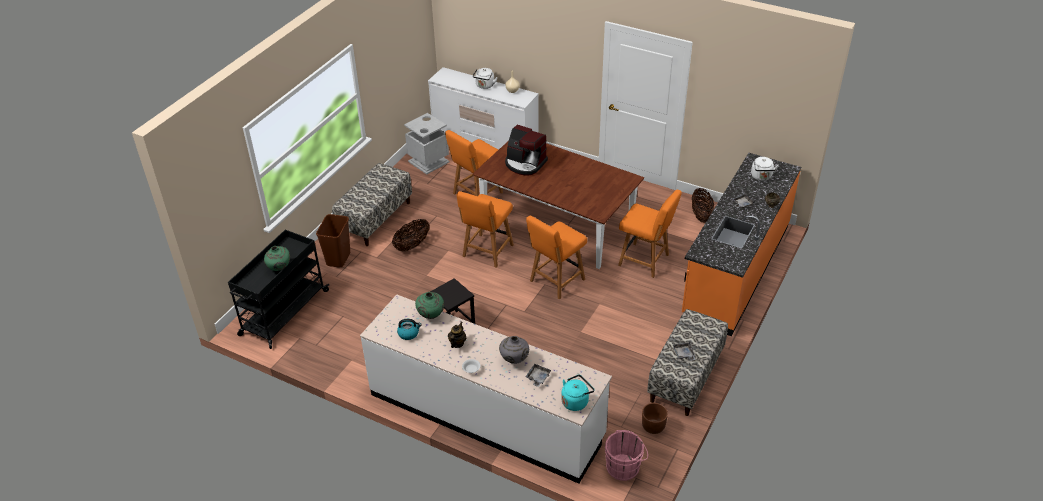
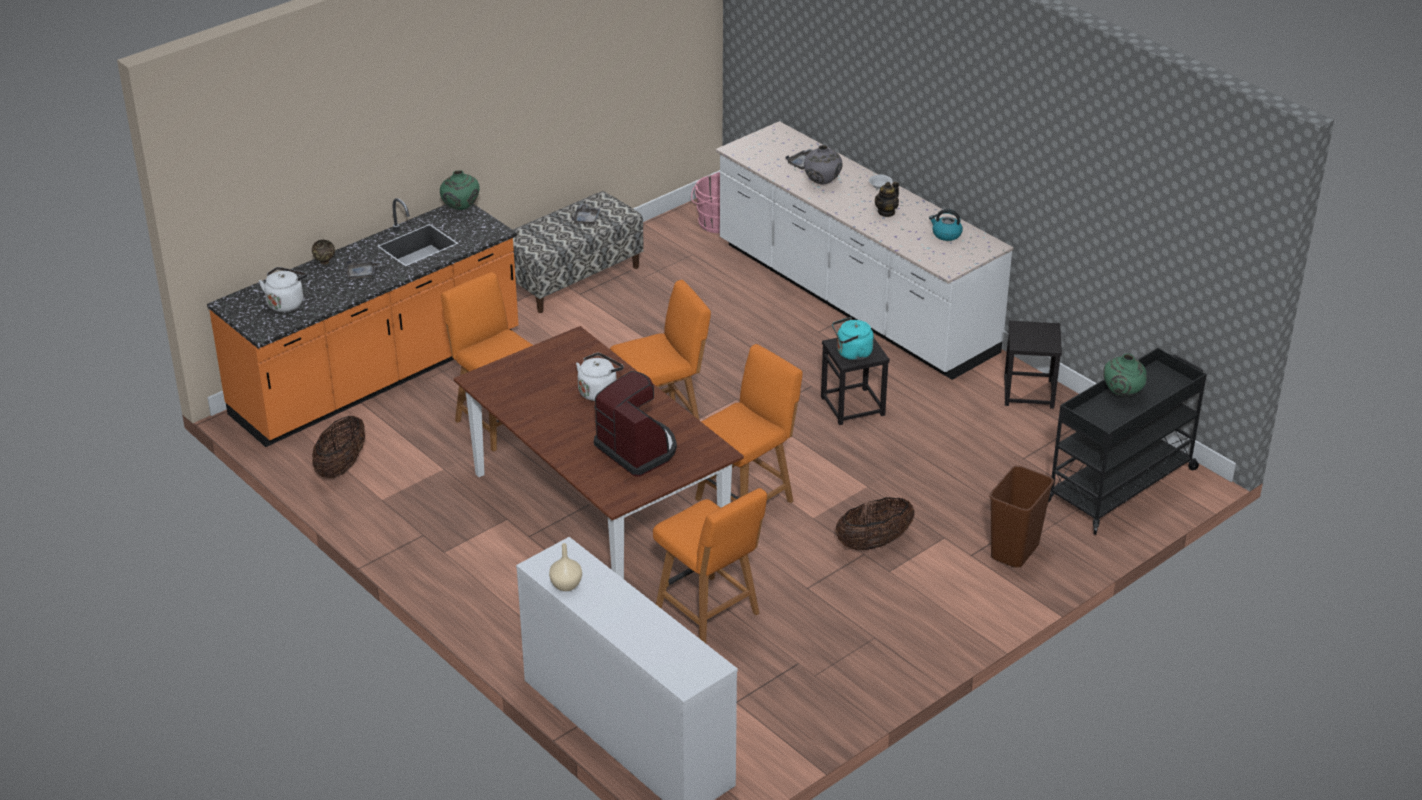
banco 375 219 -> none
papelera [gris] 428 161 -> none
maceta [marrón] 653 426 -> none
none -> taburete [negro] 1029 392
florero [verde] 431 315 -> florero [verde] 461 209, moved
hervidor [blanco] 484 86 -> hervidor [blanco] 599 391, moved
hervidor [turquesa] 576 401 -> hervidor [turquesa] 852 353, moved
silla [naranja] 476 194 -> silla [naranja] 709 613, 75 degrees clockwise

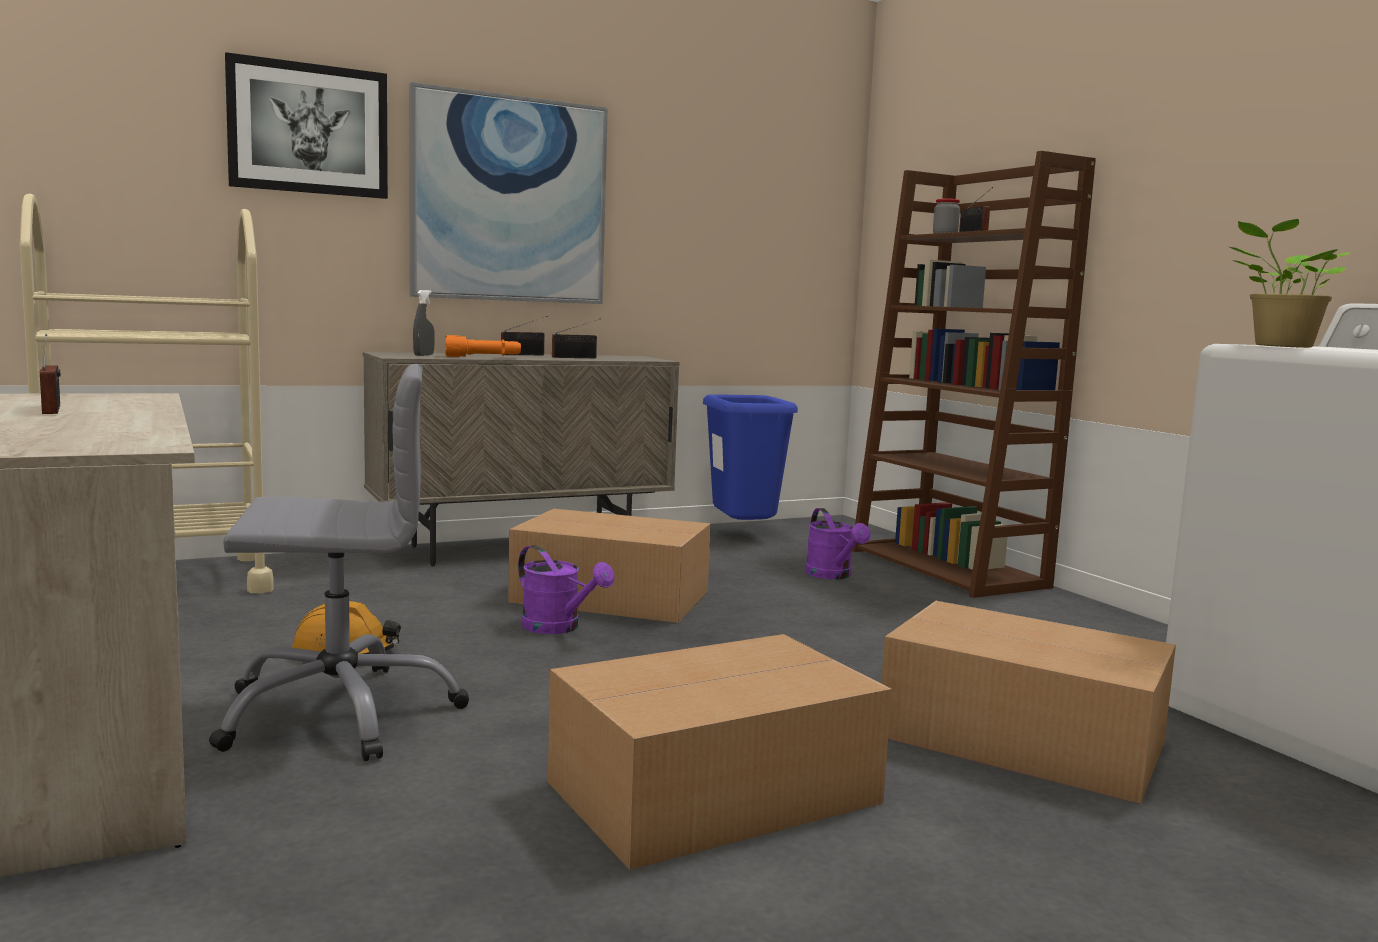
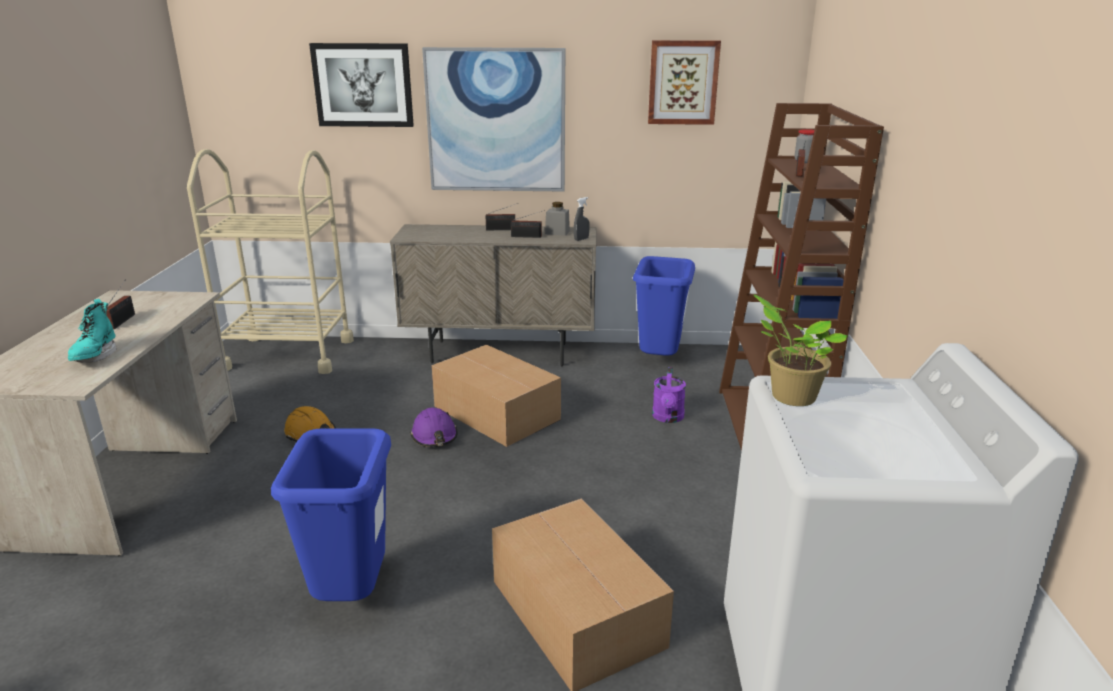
silla de oficina [gris] 339 712 -> none
linterna [naranja] 483 357 -> none
none -> bota [turquesa] 95 356
none -> tarro [gris] 557 232
none -> cuadro 683 82
pulverizador [gris] 423 355 -> pulverizador [gris] 581 239, moved
regadera [morado] 559 628 -> casco [morado] 434 436
caja de cartón 709 792 -> papelera [azul] 352 596

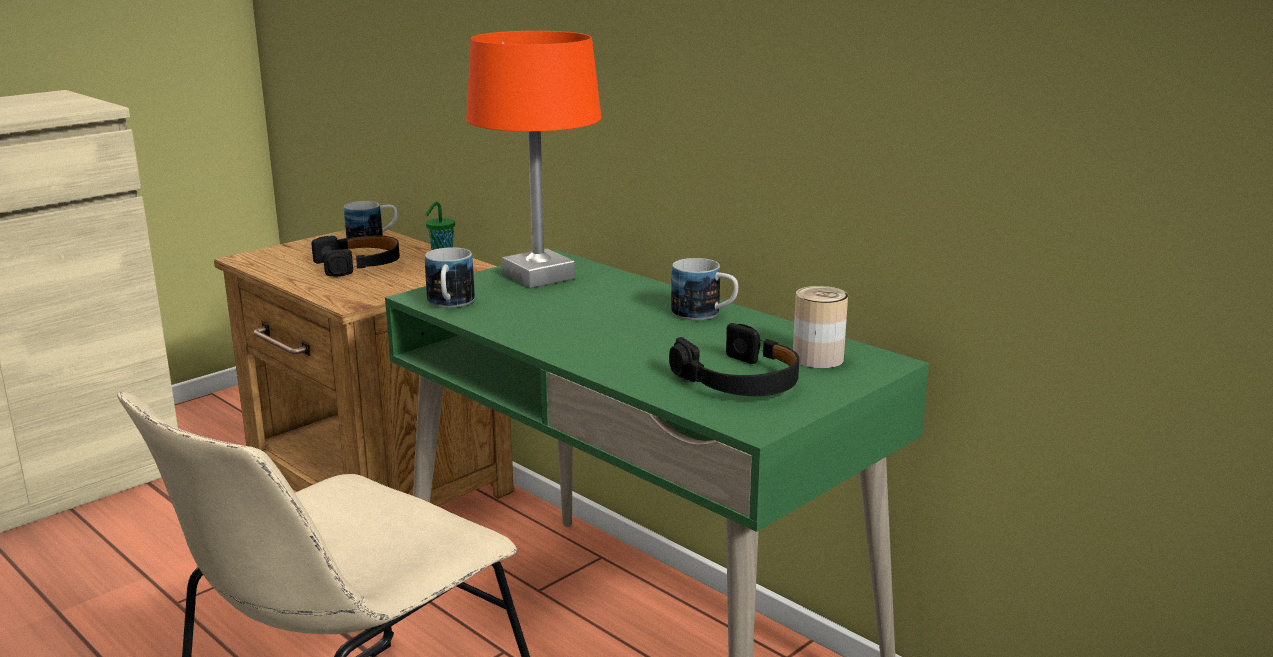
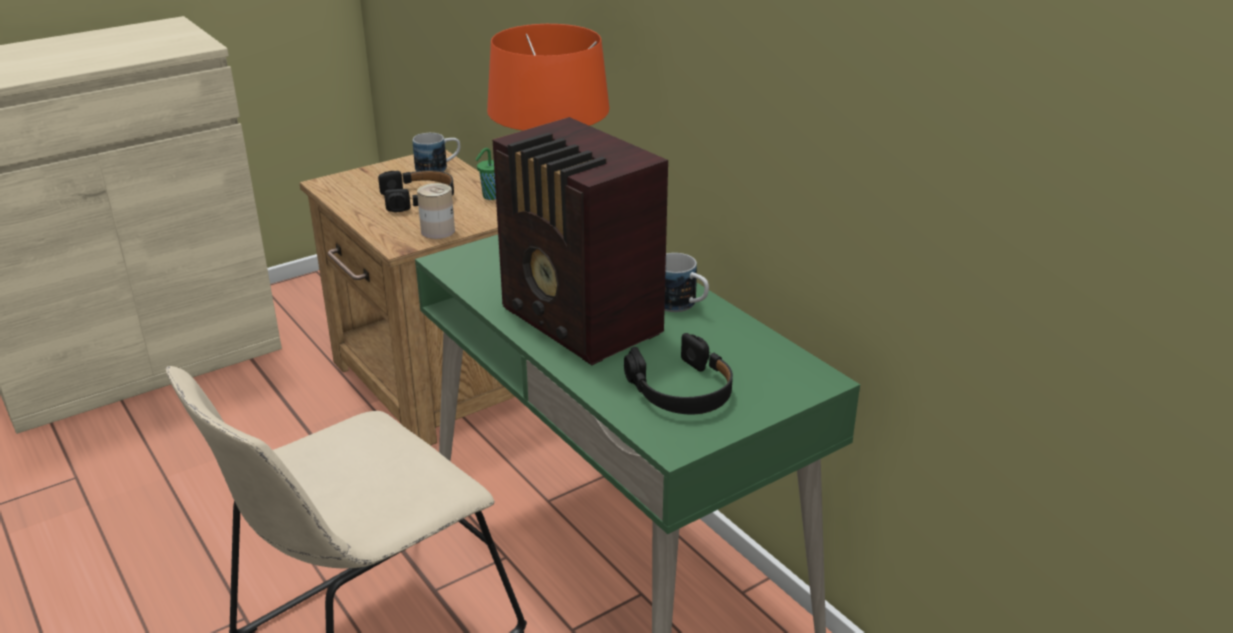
taza grande 449 304 -> none
none -> radio 581 323
lata 818 358 -> lata 438 231, moved

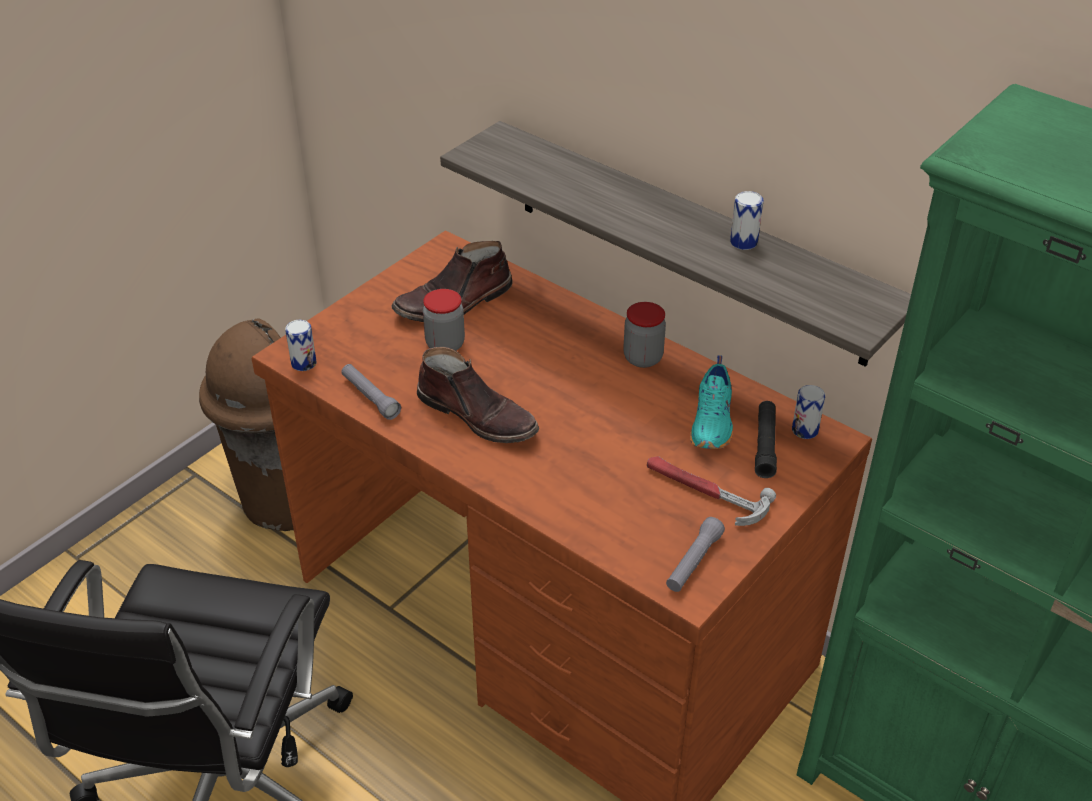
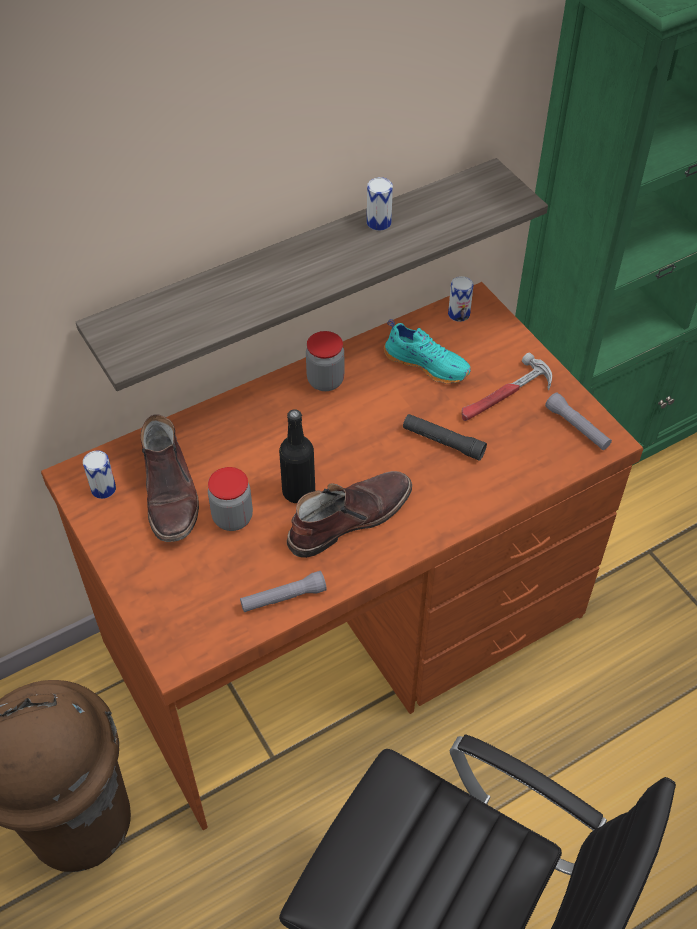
none -> botella [negro] 298 491
lata 304 363 -> lata 103 489, moved
linterna [negro] 765 445 -> linterna [negro] 443 442, moved

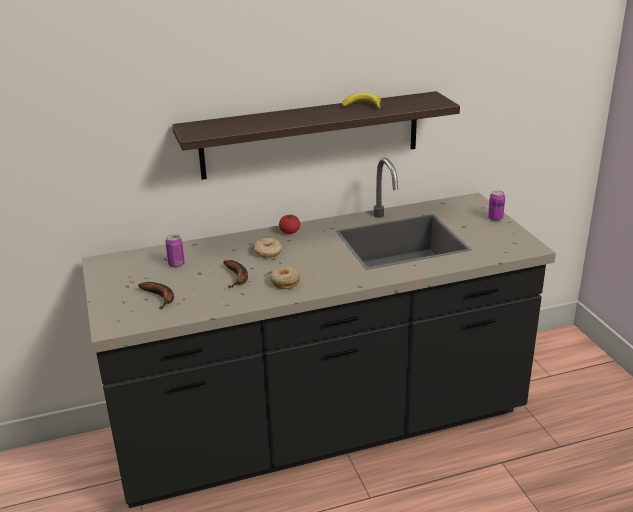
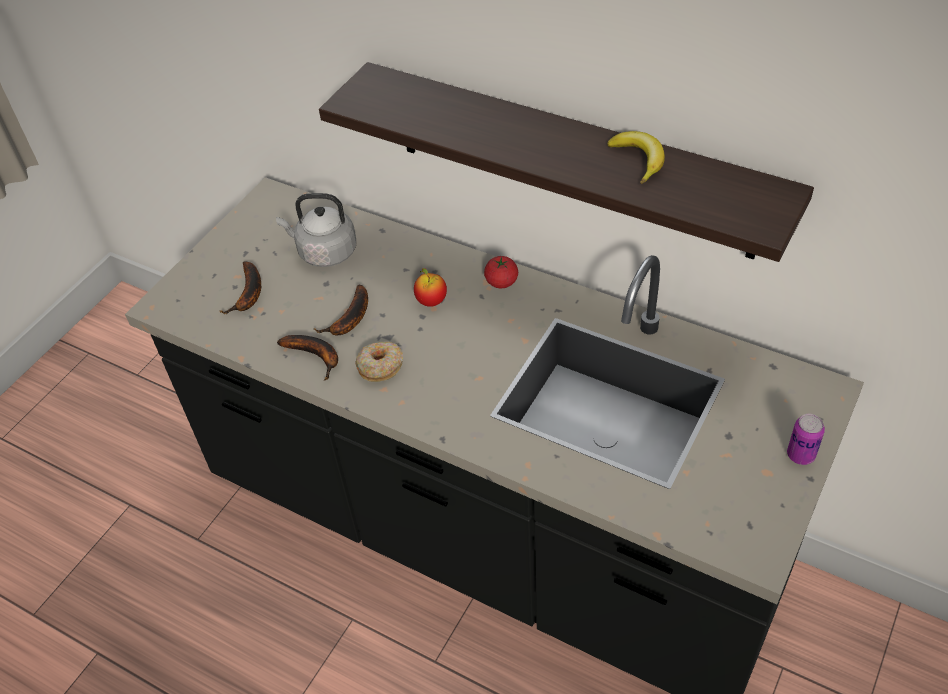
none -> plátano 316 356
lata 176 264 -> hervidor [gris] 324 252
rosquilla 268 252 -> manzana 431 301

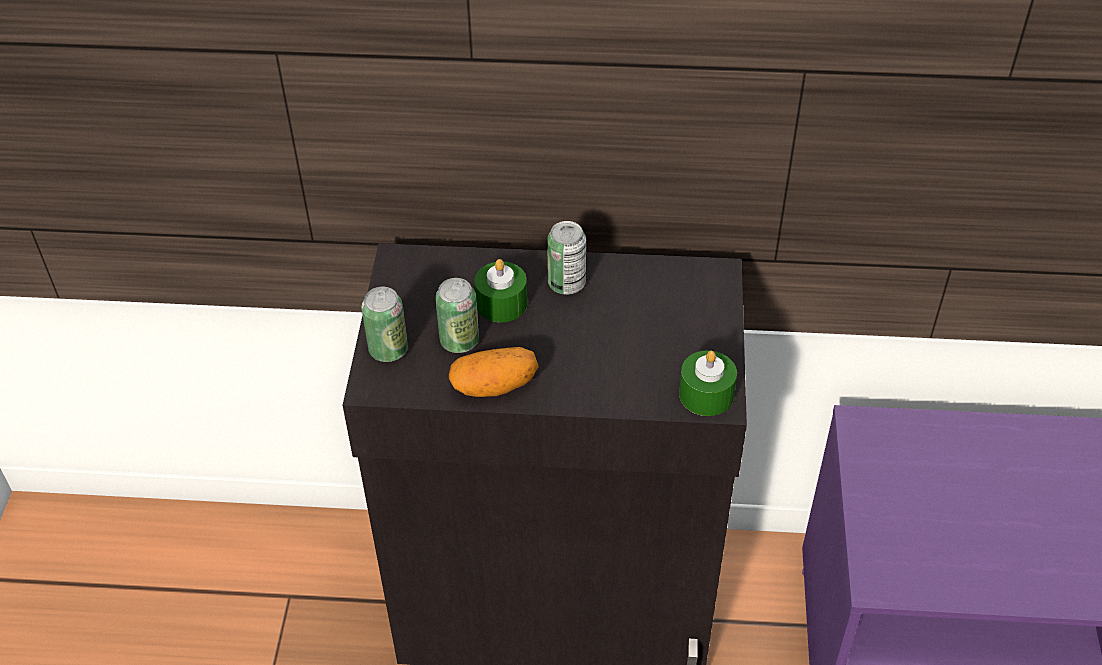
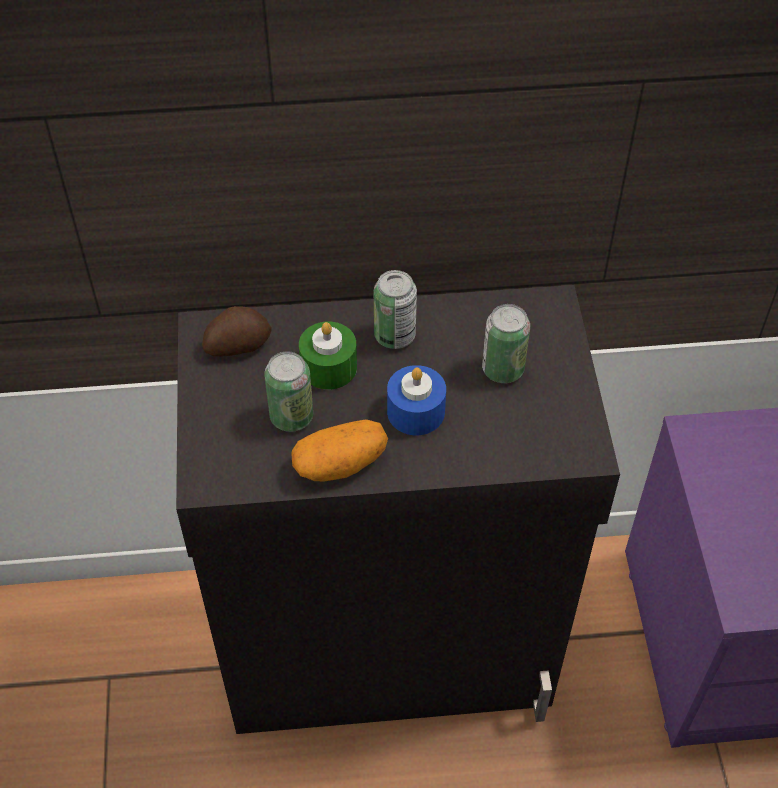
vela [verde] 706 394 -> none
none -> patata 237 344
none -> vela [azul] 416 411
lata 388 350 -> lata 503 369, moved

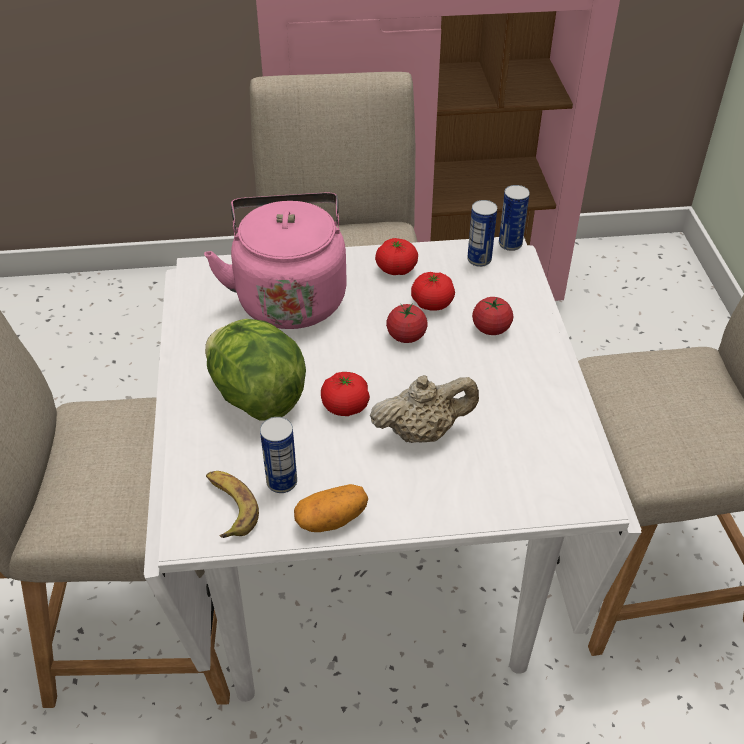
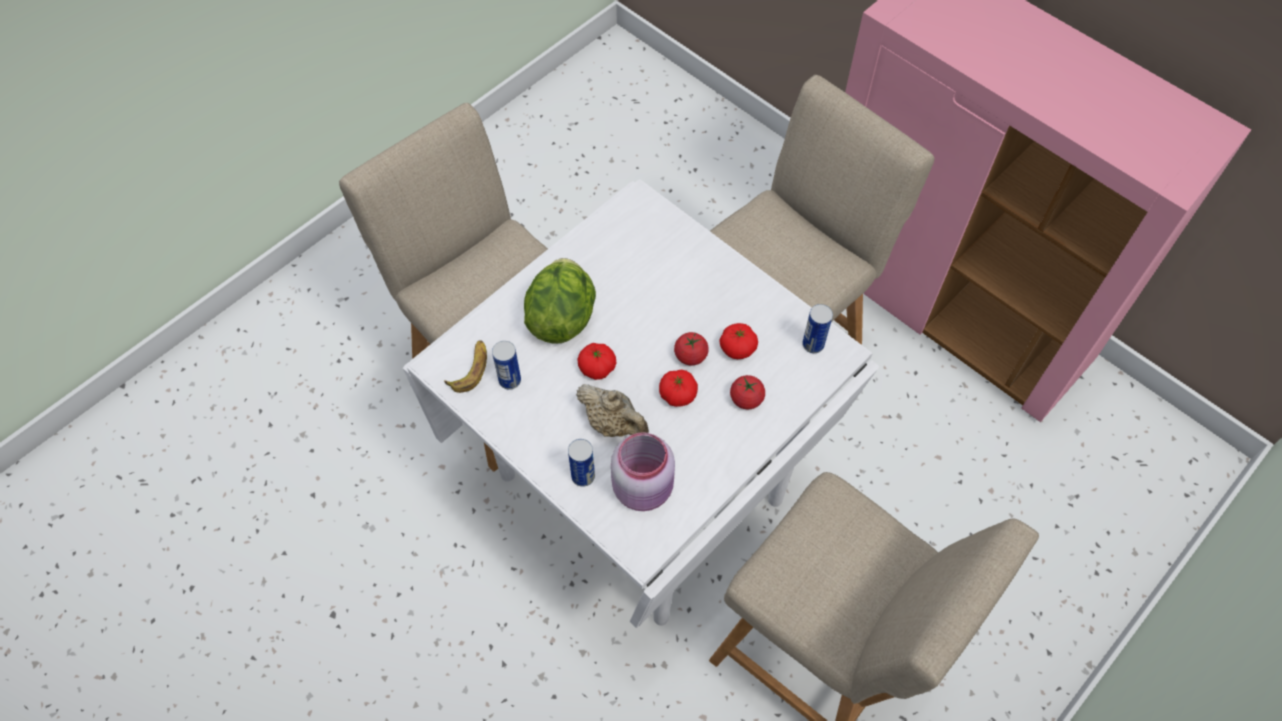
hervidor [rosa] 290 297 -> none
patata 331 519 -> none
none -> tarro [rosa] 644 488
tomate 396 269 -> tomate 677 394, moved
lata 510 244 -> lata 583 476, moved

